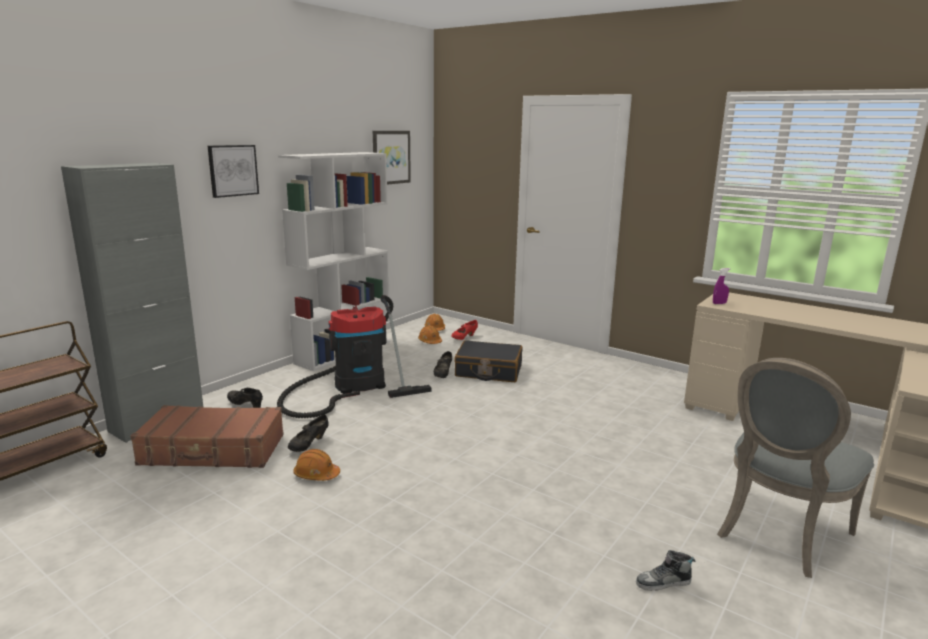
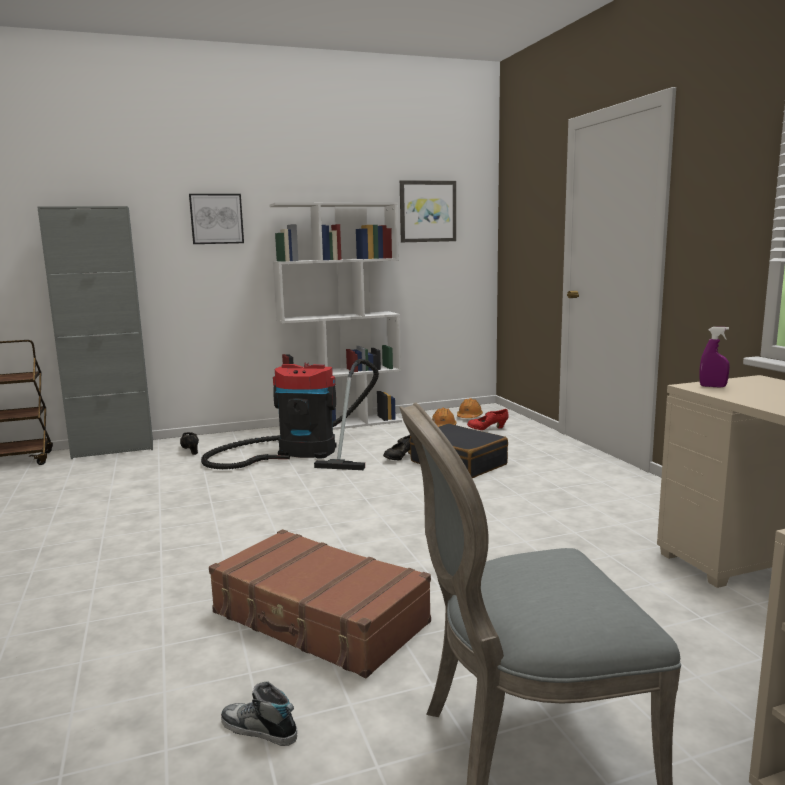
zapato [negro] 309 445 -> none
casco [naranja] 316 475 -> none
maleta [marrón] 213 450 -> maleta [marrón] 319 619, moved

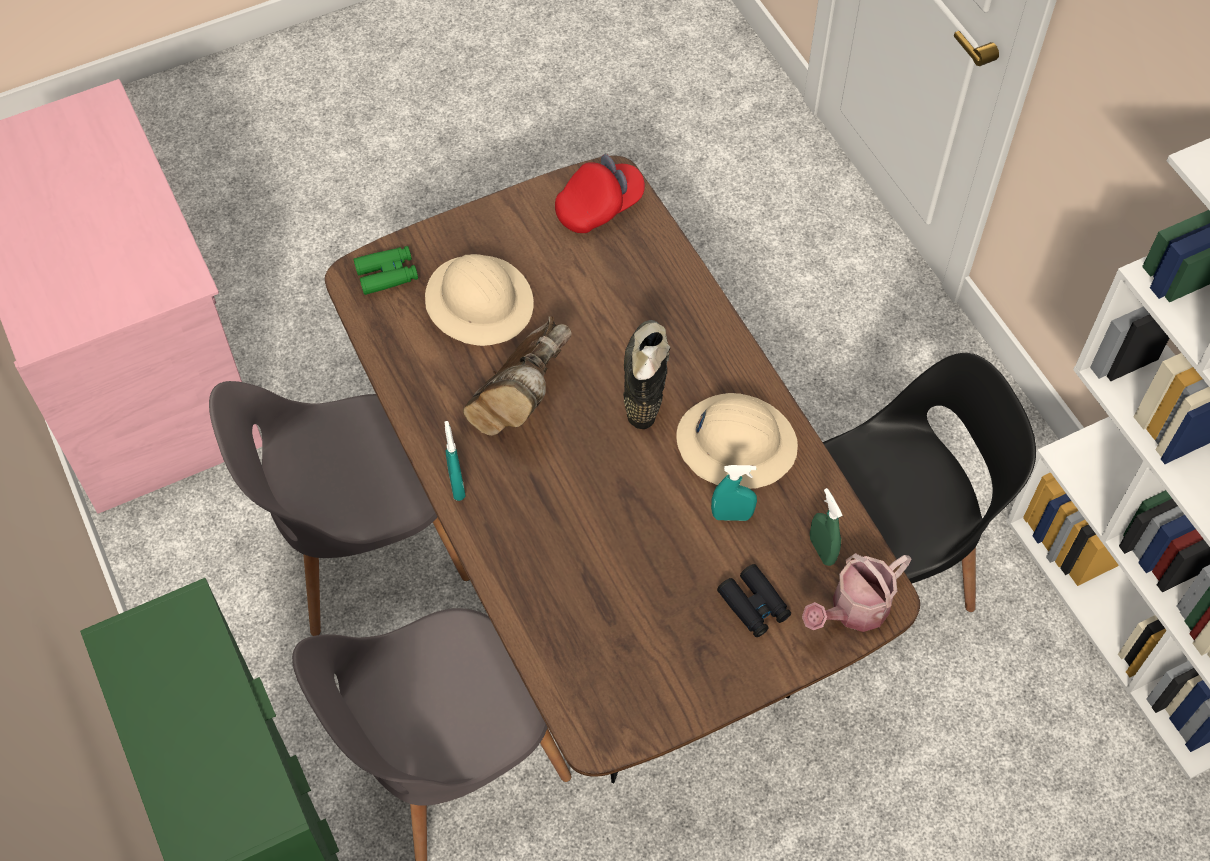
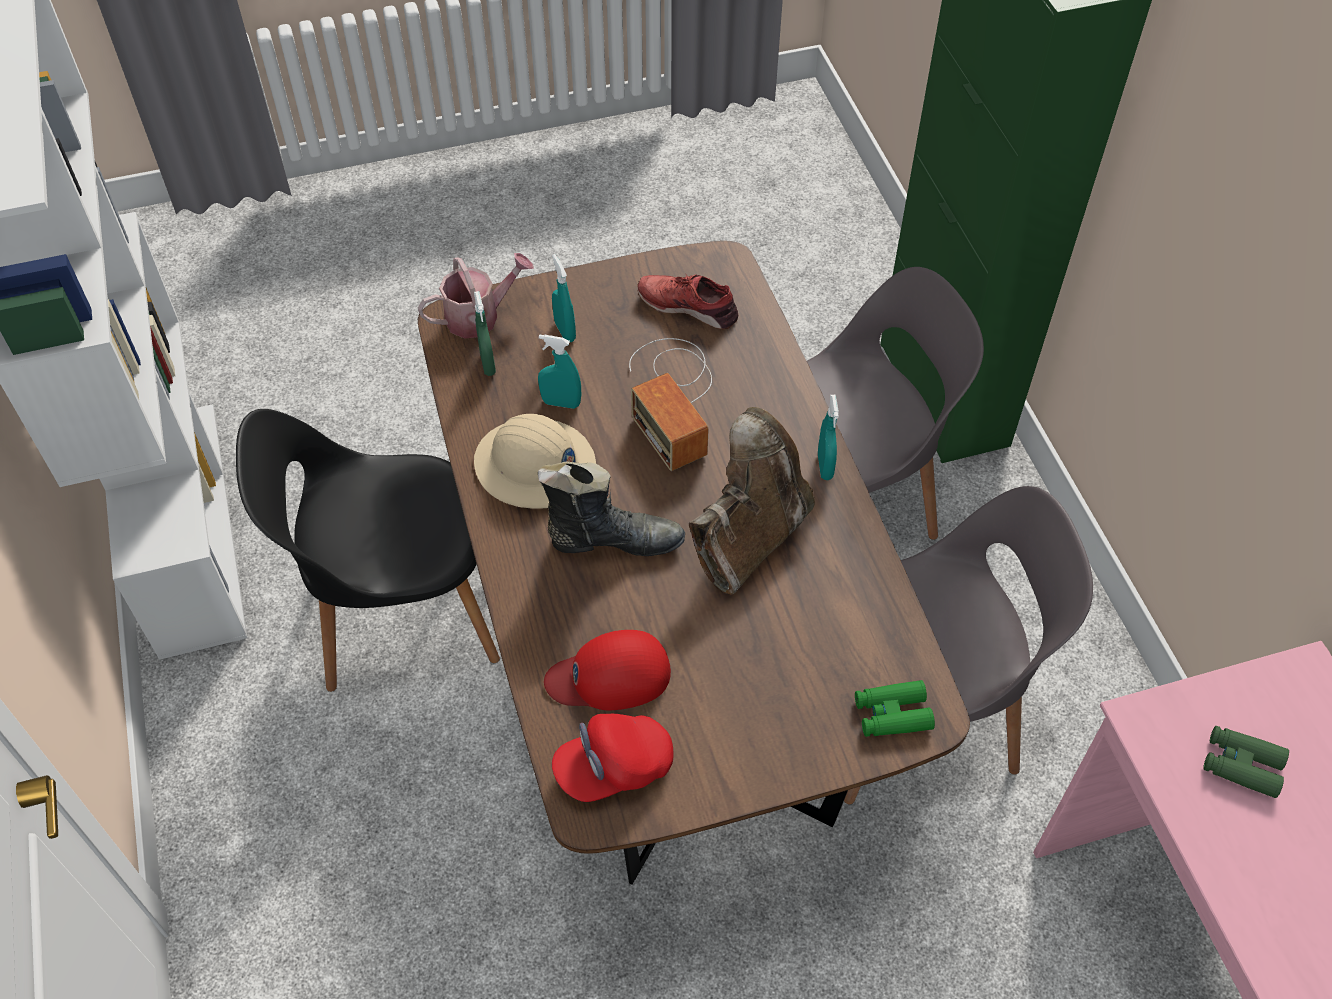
casco [beis] 479 302 -> none
none -> gorra [rojo] 610 676
none -> radio 674 397
none -> zapato [rojo] 688 306
none -> prismáticos [verde] 1241 765
prismáticos [negro] 754 605 -> pulverizador [turquesa] 565 331
bota [negro] 643 382 -> bota [negro] 613 540, 105 degrees counterclockwise

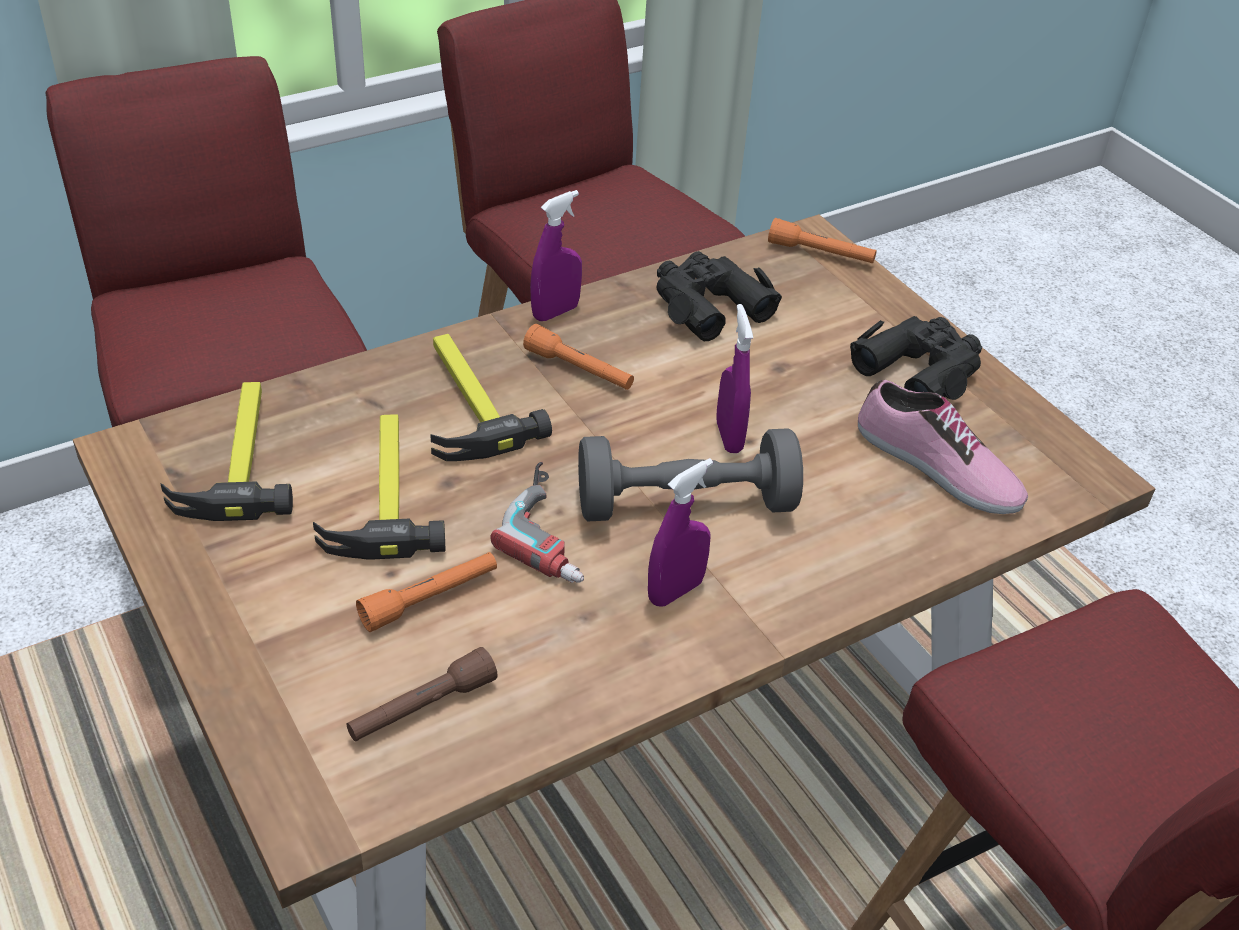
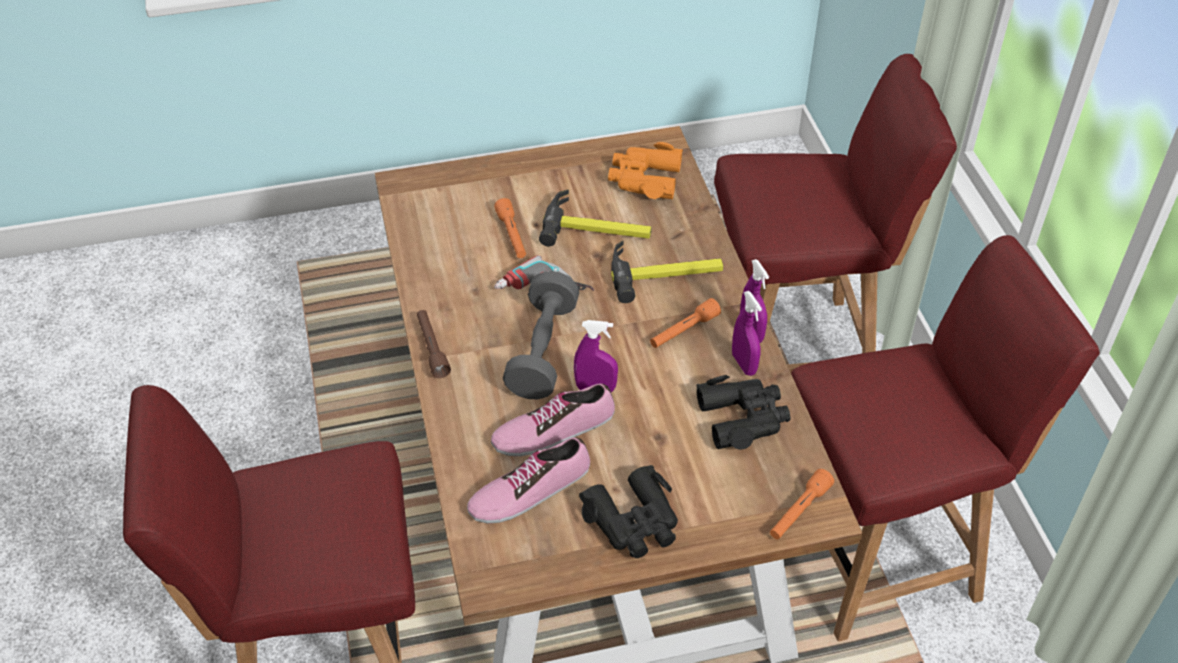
none -> zapato 553 429
linterna [marrón] 422 708 -> linterna [marrón] 432 348, moved
pulverizador [morado] 675 591 -> pulverizador [morado] 744 364, moved
martillo 236 457 -> prismáticos [naranja] 644 179

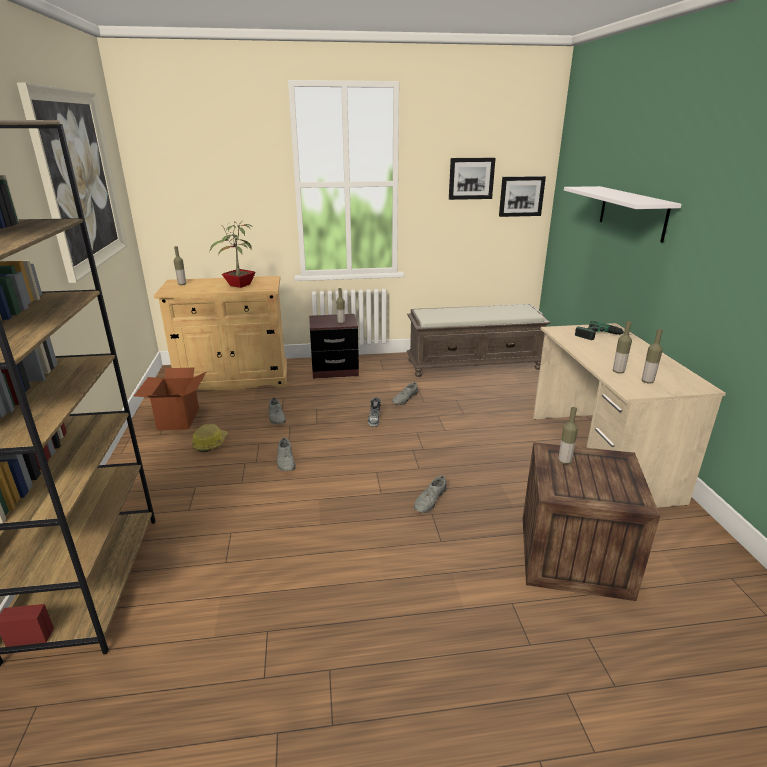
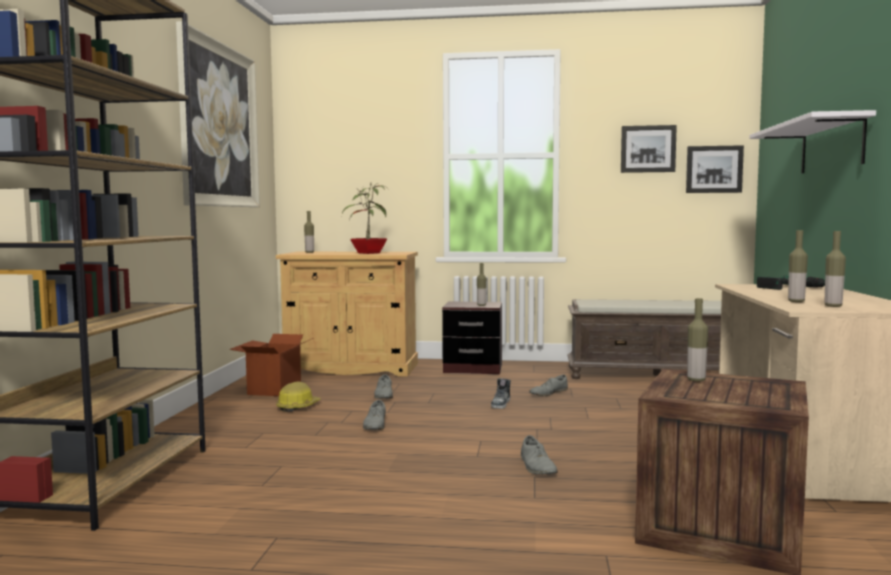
zapato [gris] 430 500 -> zapato [gris] 537 466, 60 degrees counterclockwise

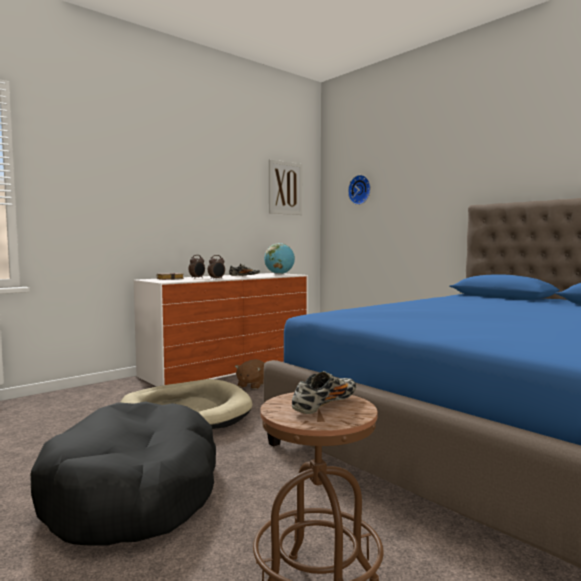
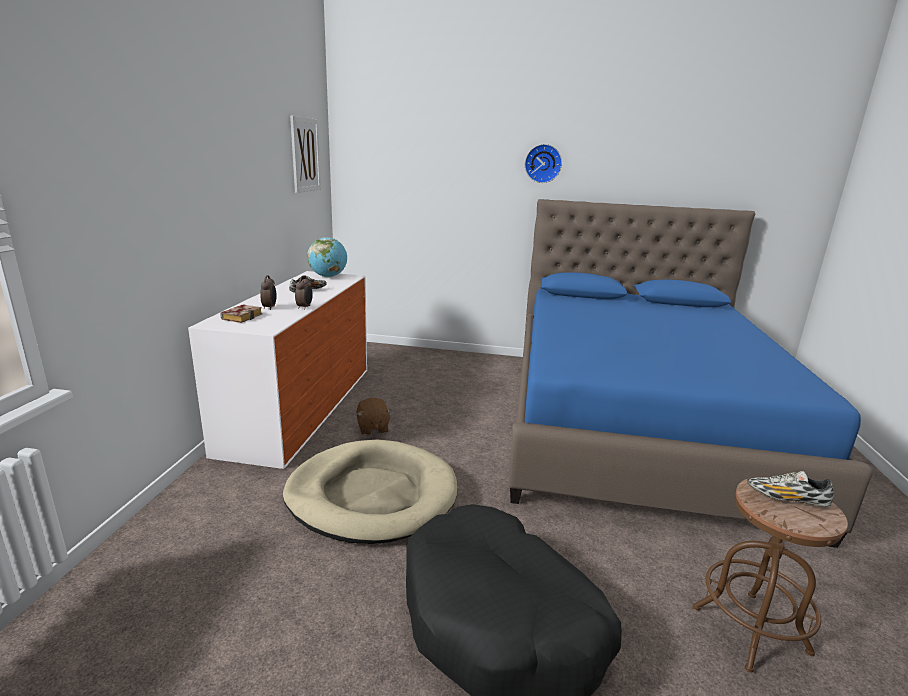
reloj de pared 360 190 -> reloj de pared 543 163, moved
zapato 325 405 -> zapato 786 499, 75 degrees counterclockwise

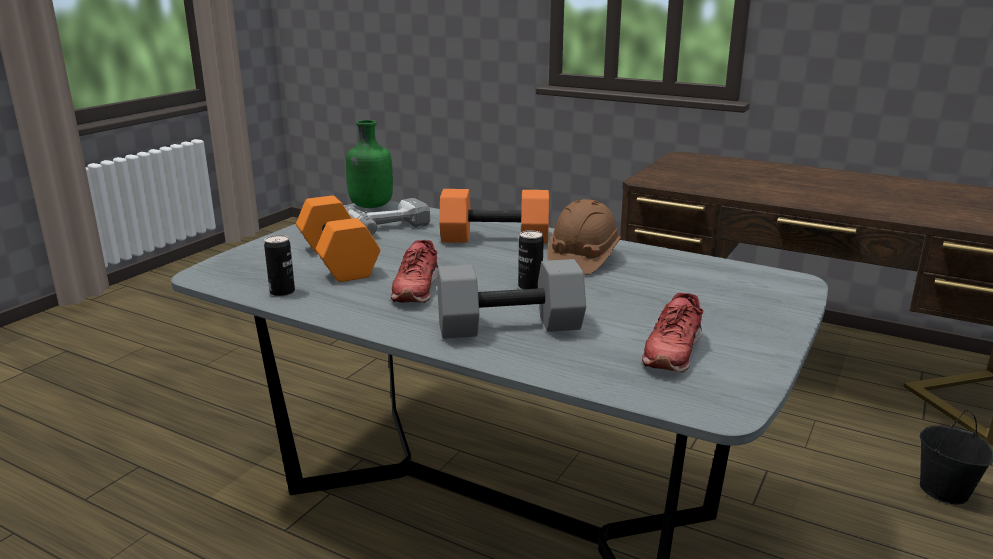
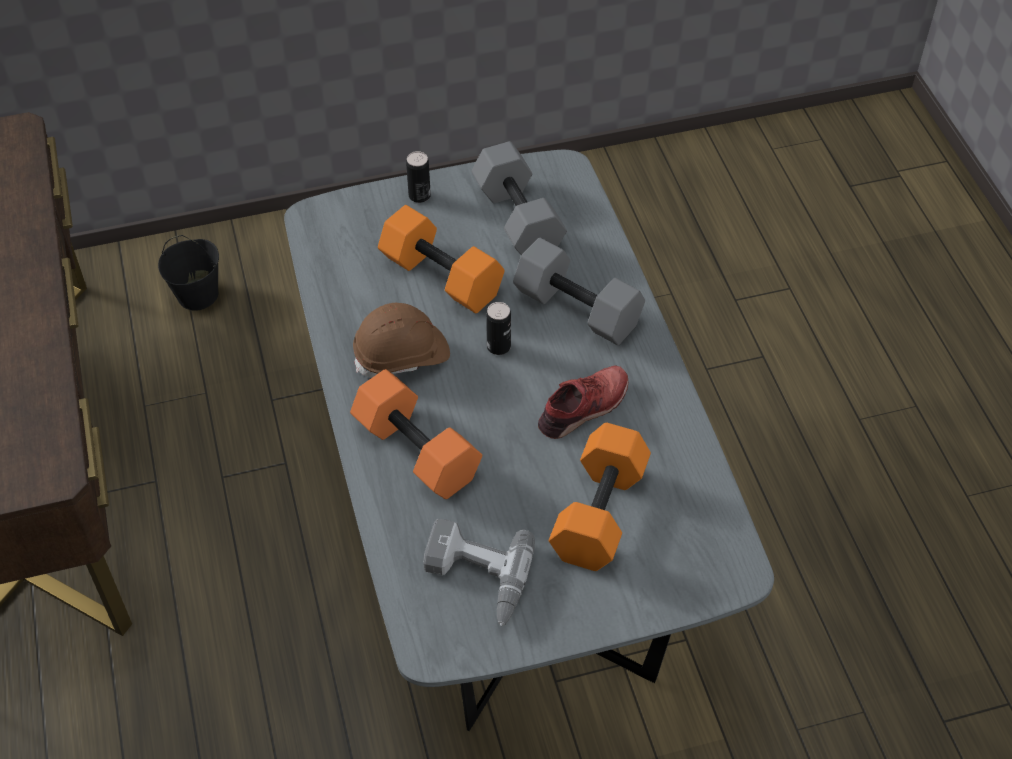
botella [verde] 370 206 -> none
none -> mancuerna [naranja] 439 277
lata 282 292 -> lata 419 195, moved
zapato [rojo] 672 351 -> mancuerna [gris] 516 218

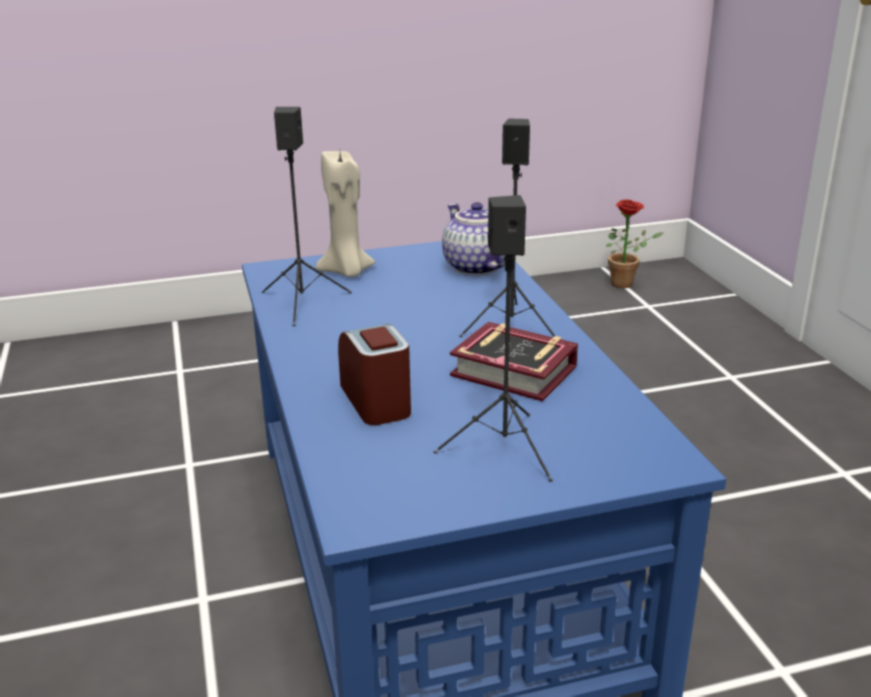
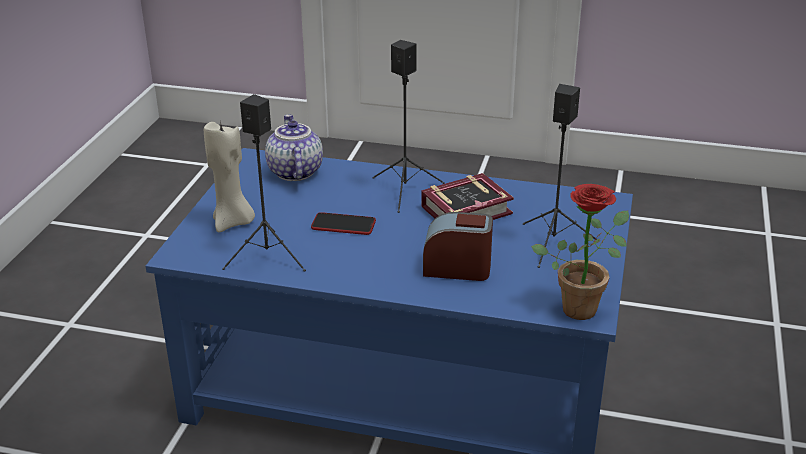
none -> móvil 343 225
planta en maceta 626 284 -> planta en maceta 582 305, moved
tetera 474 267 -> tetera 293 172, 75 degrees clockwise

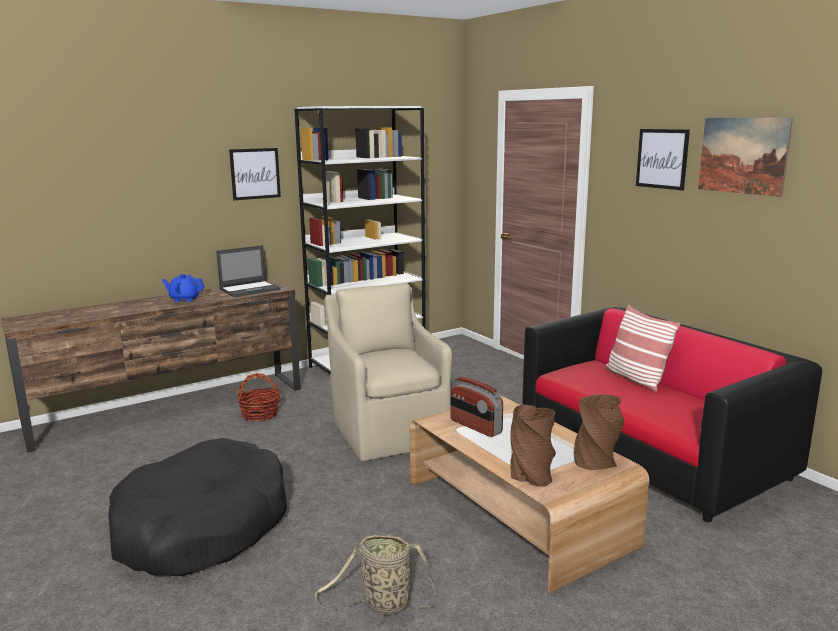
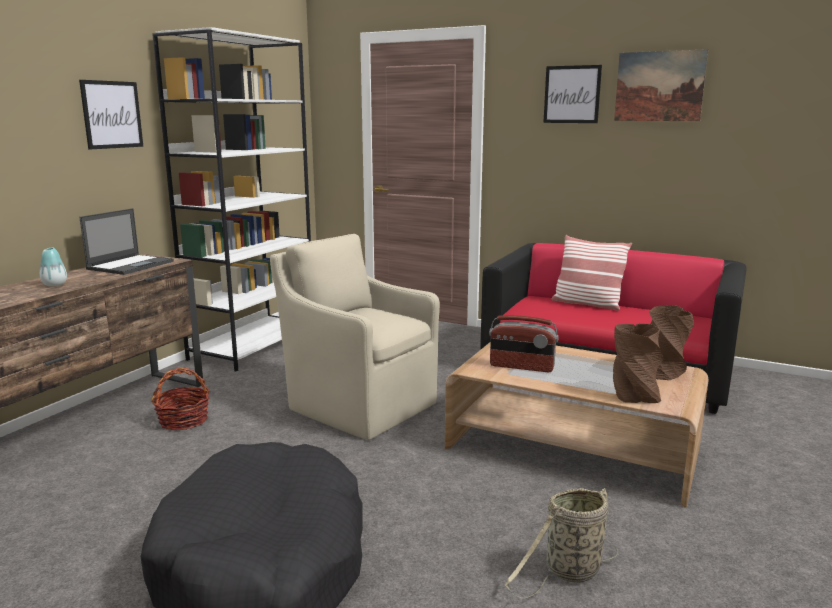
tetera [azul] 185 299 -> florero 54 284

